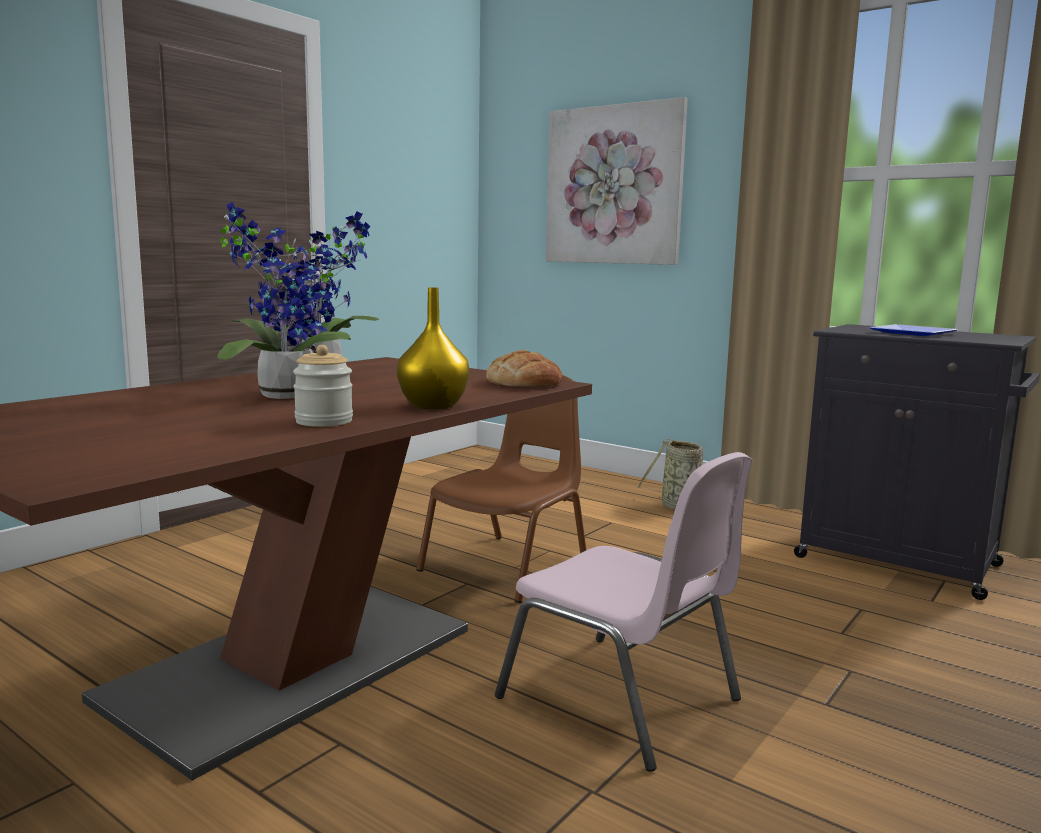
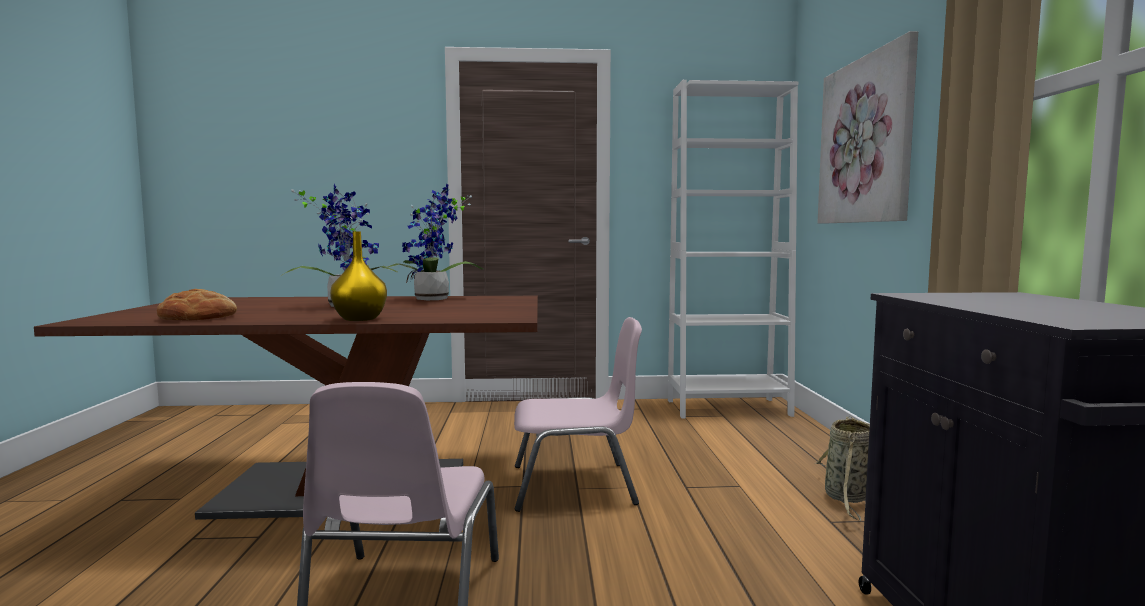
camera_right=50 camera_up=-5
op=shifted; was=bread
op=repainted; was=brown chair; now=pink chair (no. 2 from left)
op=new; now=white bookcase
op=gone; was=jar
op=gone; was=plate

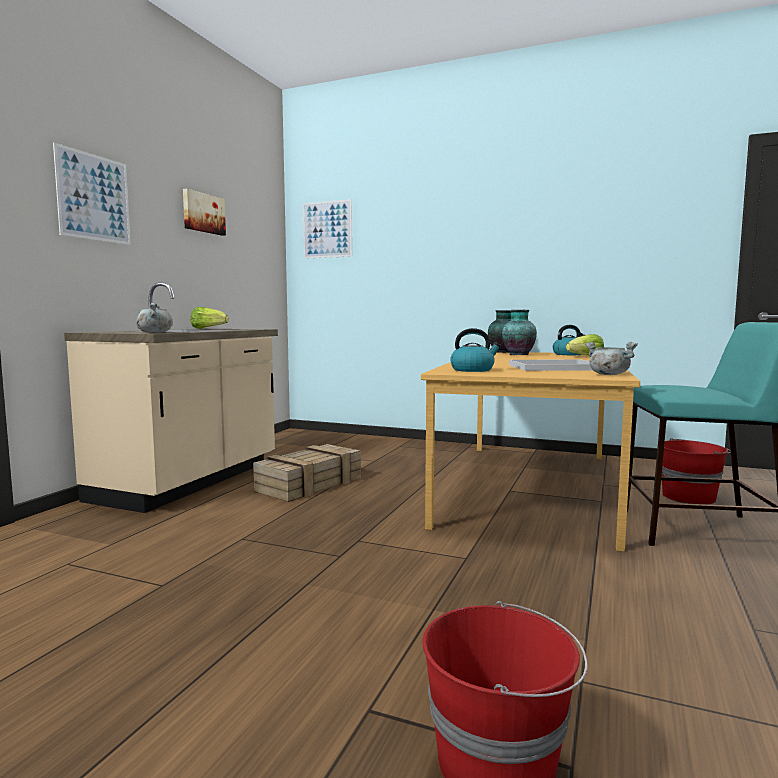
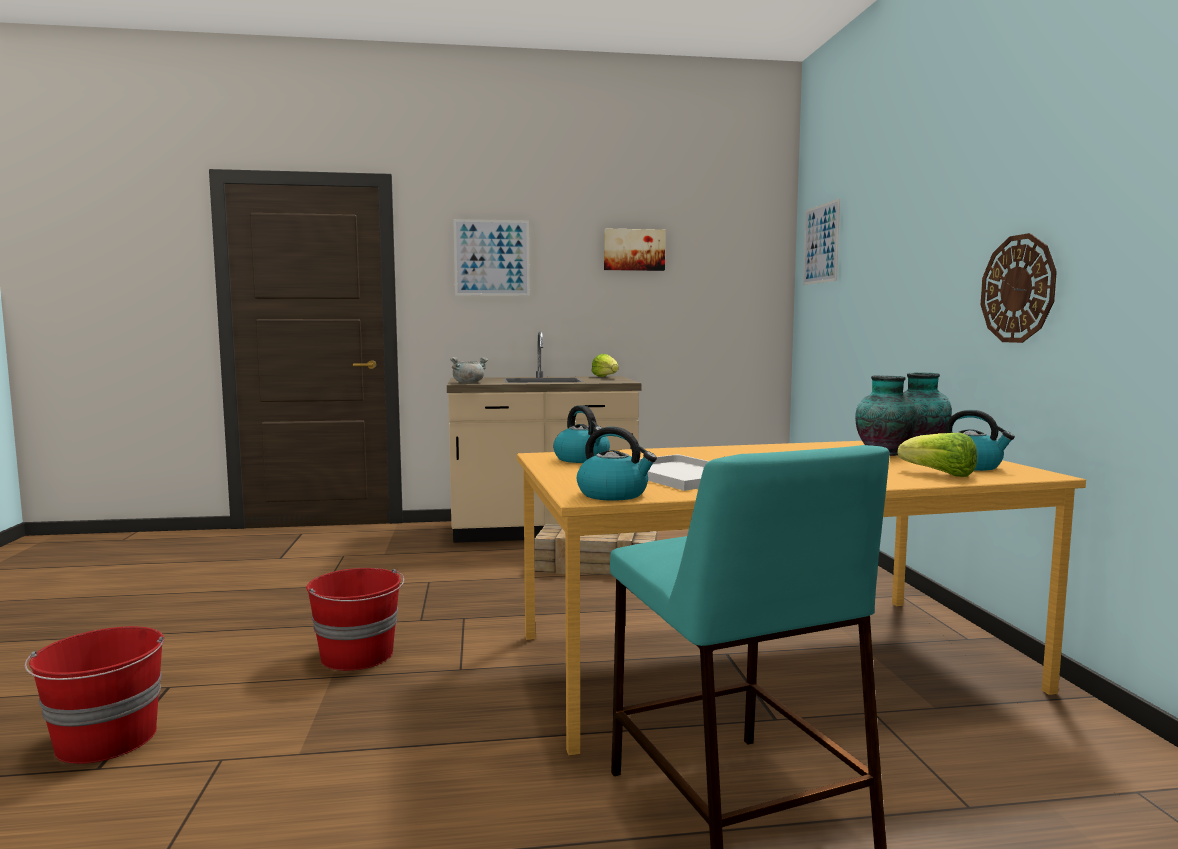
camera_right=60 camera_up=0
op=shifted; was=red bucket (no. 2 from left)
op=swapped; was=grey cooking pot (no. 2 from left); now=kettle (no. 2 from left)
op=new; now=wall clock

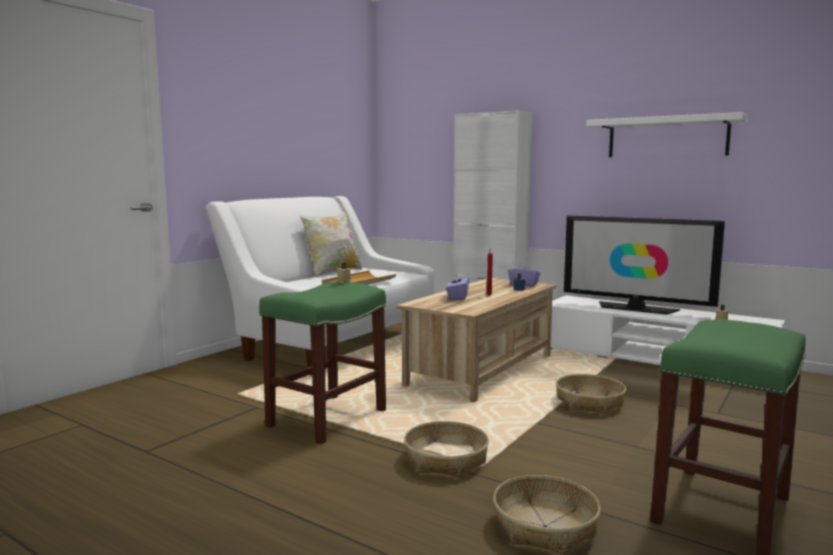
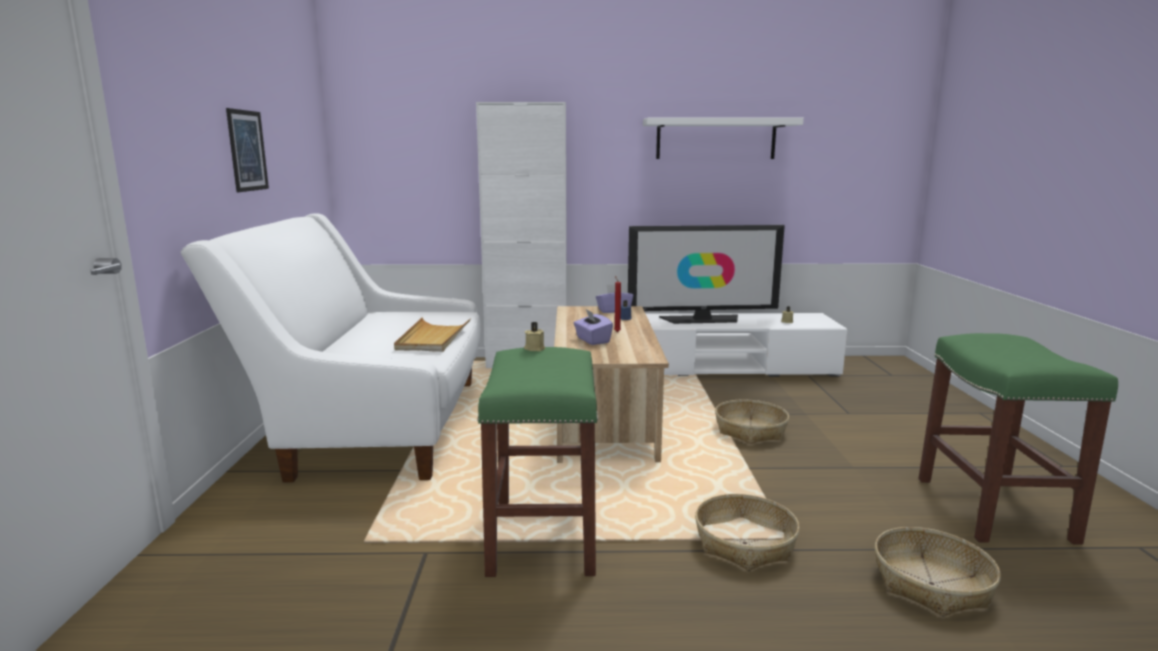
camera_right=-35 camera_up=5
op=new; now=picture
op=gone; was=pillow

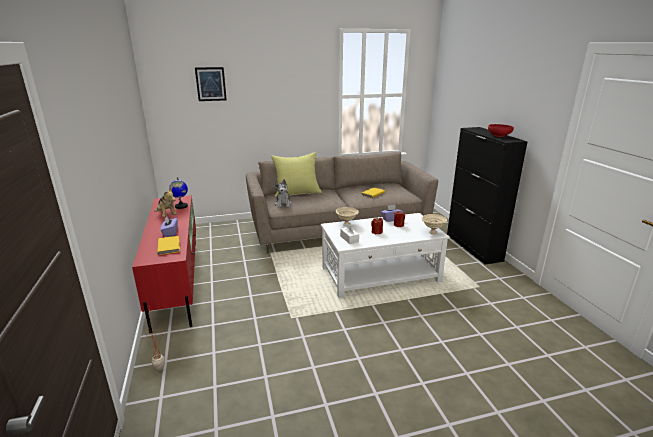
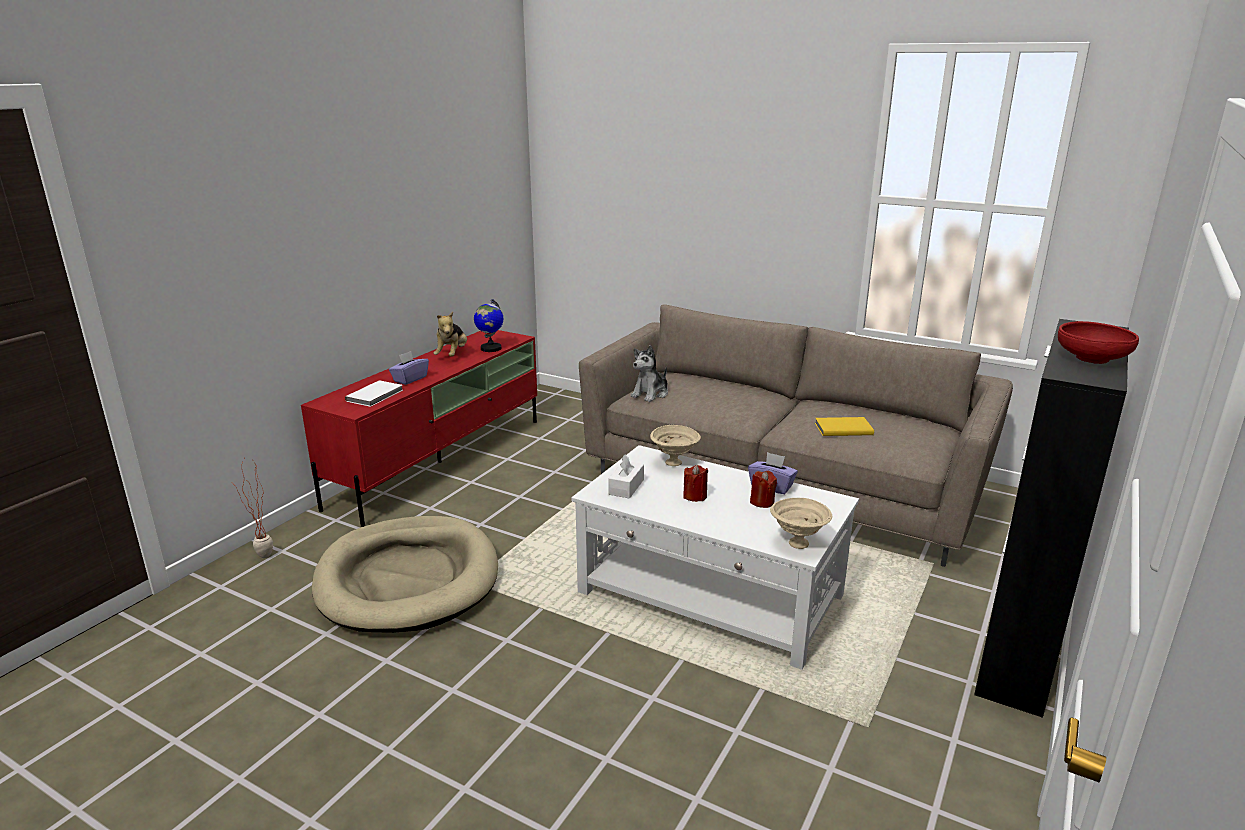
camera_right=45 camera_up=0
op=new; now=beige dog bed
op=repainted; was=yellow book (no. 1 from left); now=white book
op=gone; was=picture
op=gone; was=yellow pillow

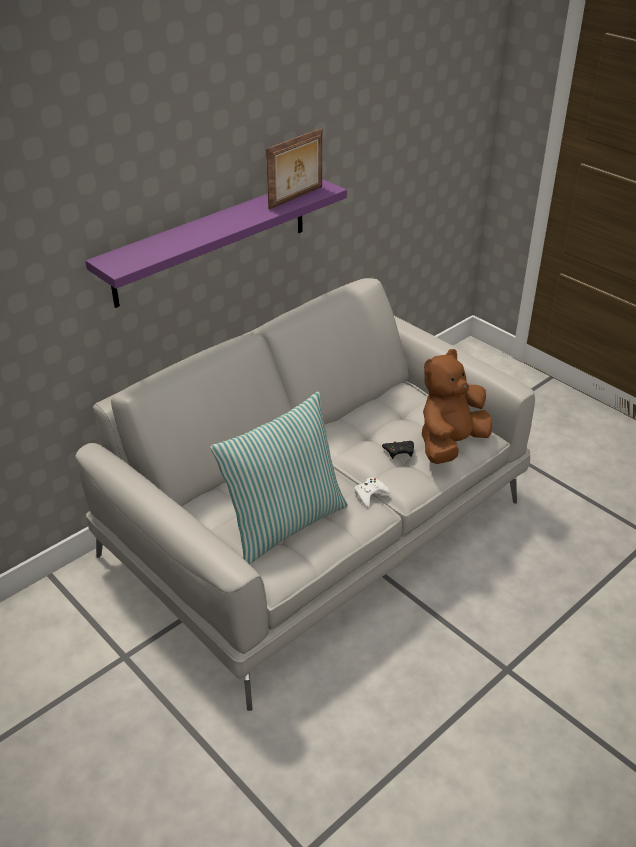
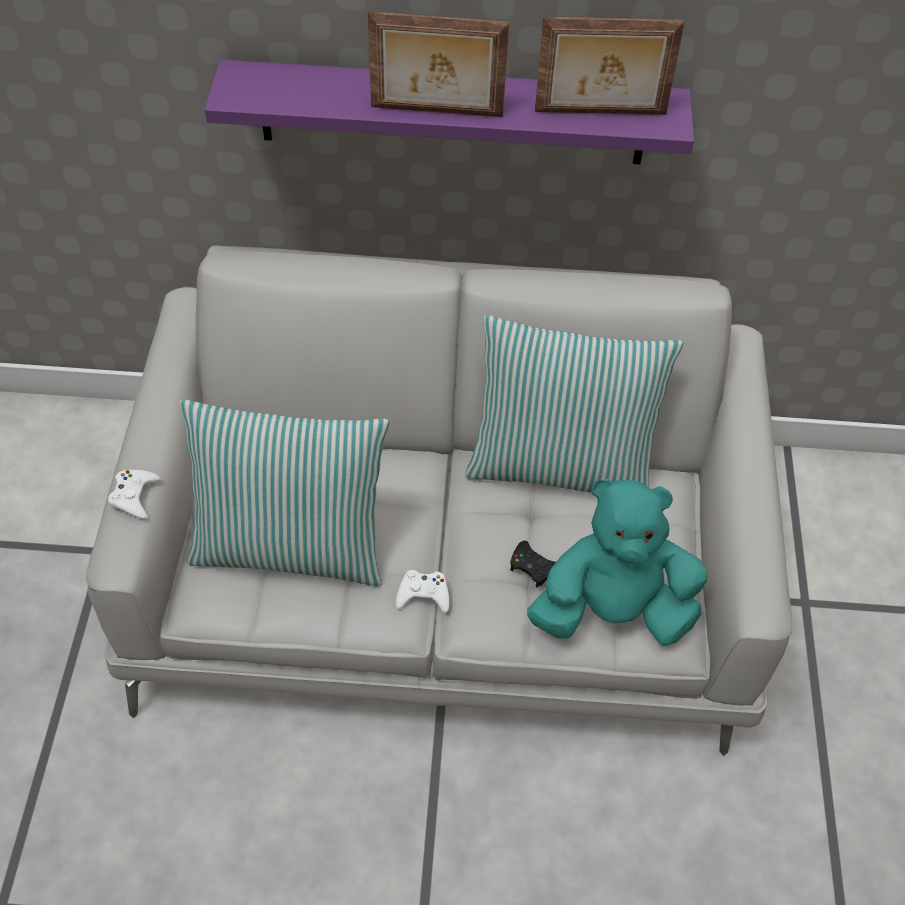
camera_right=45 camera_up=15
op=new; now=white game controller (no. 1 from left)
op=new; now=picture frame (no. 1 from left)
op=new; now=pillow (no. 2 from left)
op=repainted; was=brown plush toy; now=turquoise plush toy

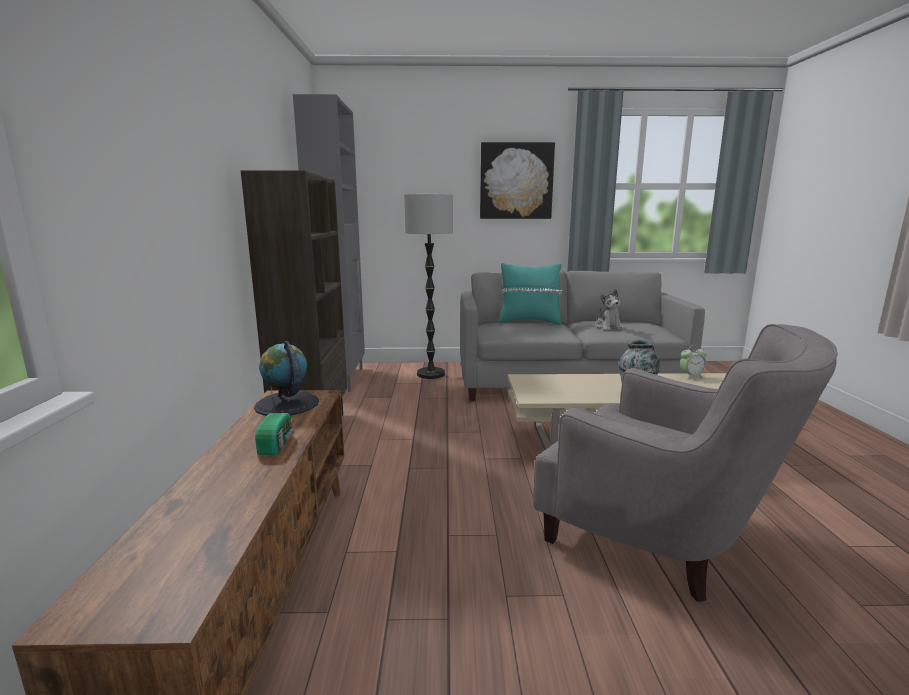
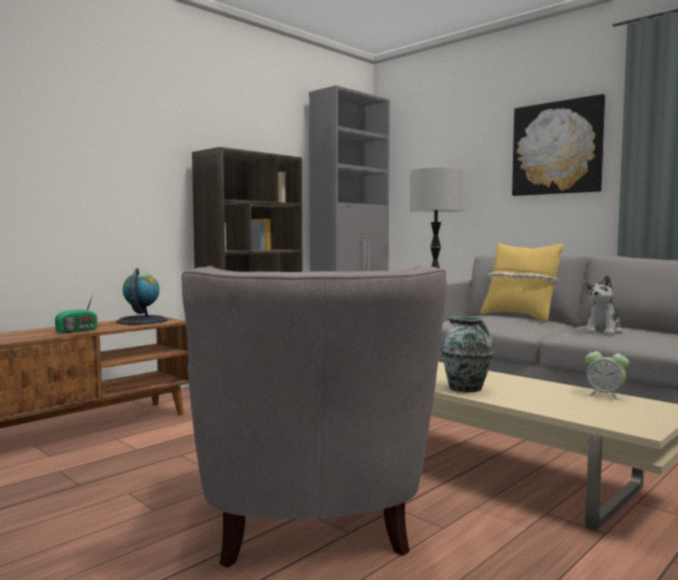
camera_right=45 camera_up=-10
op=repainted; was=turquoise pillow; now=yellow pillow

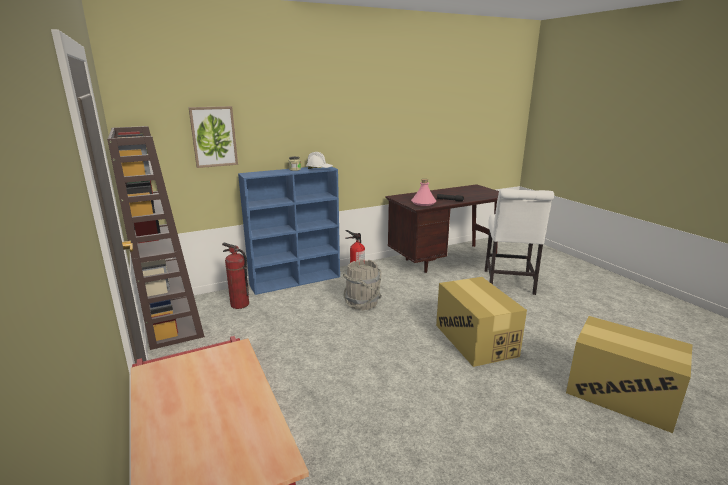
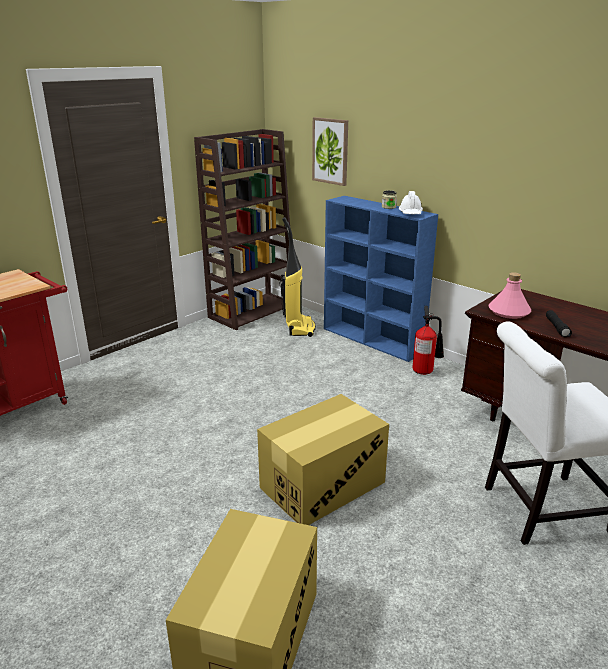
camera_right=70 camera_up=5
op=swapped; was=fire extinguisher (no. 1 from left); now=vacuum cleaner
op=gone; was=grey bucket

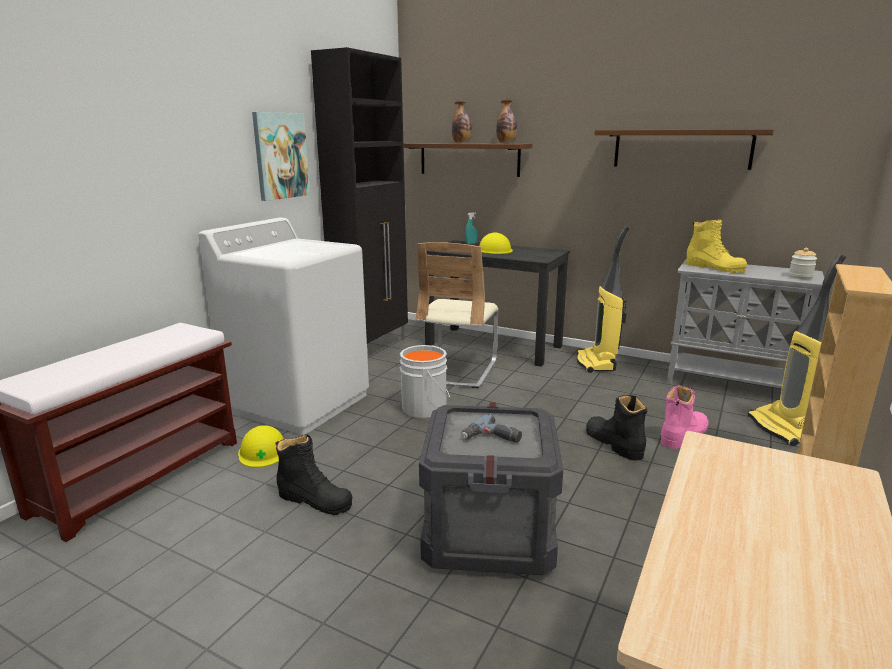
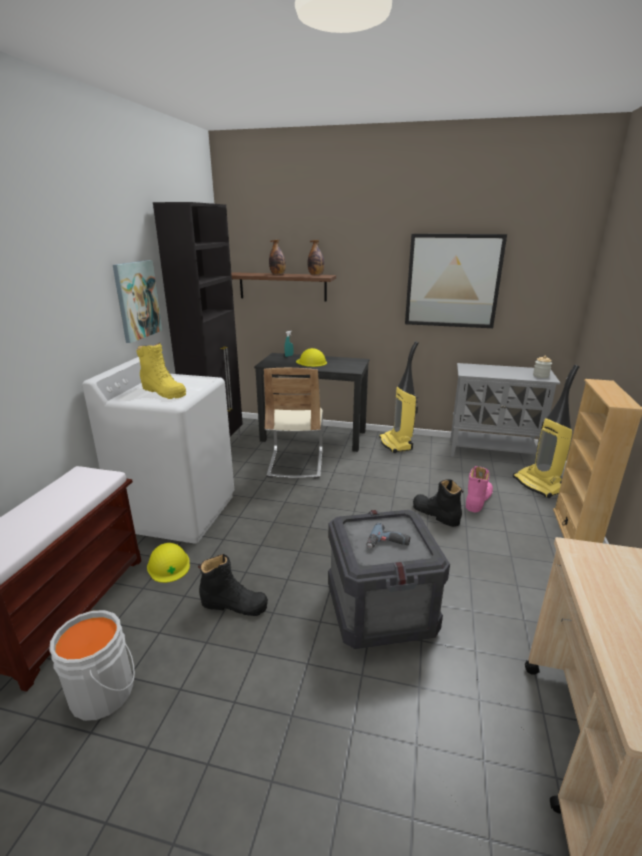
camera_right=-15 camera_up=5
op=shifted; was=grey bucket
op=shifted; was=yellow boot
op=swapped; was=brown shelf (no. 2 from left); now=picture (no. 2 from left)

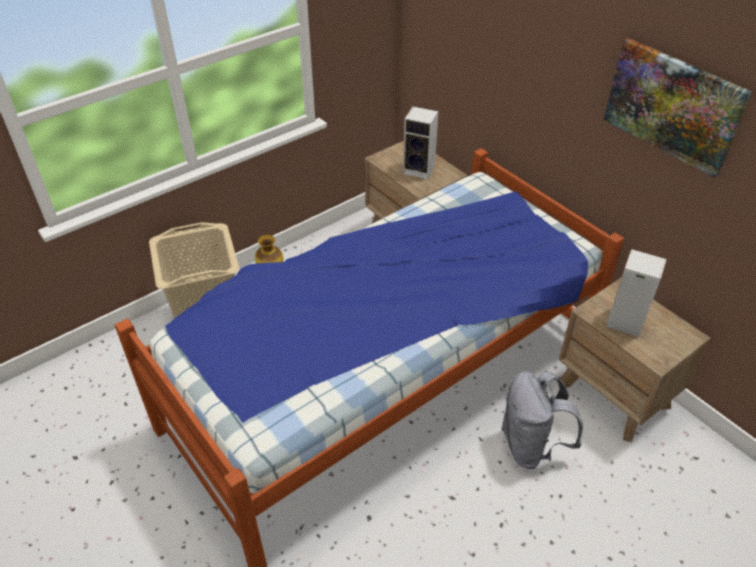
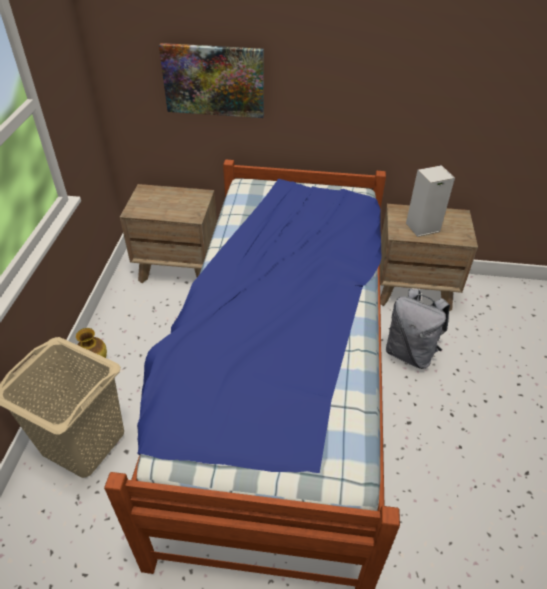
camera_right=-45 camera_up=0
op=shifted; was=picture
op=gone; was=speaker (no. 1 from left)

